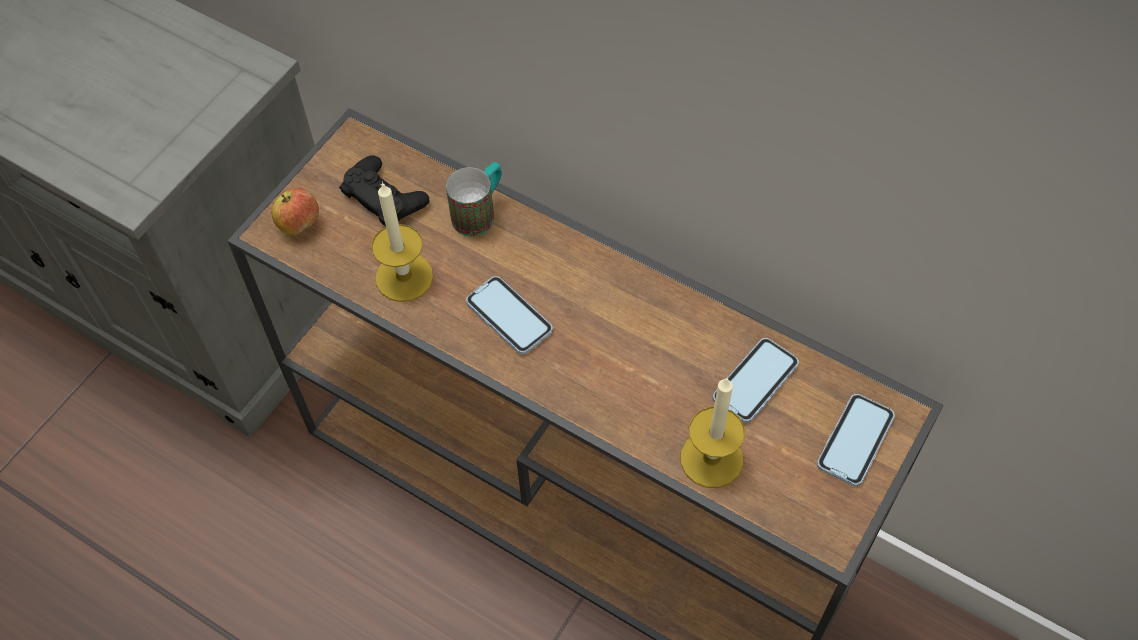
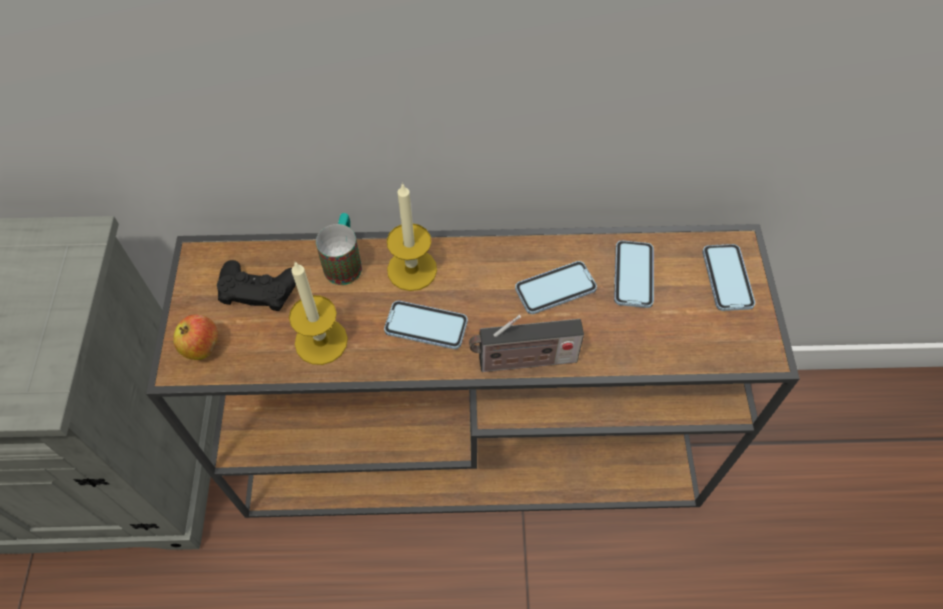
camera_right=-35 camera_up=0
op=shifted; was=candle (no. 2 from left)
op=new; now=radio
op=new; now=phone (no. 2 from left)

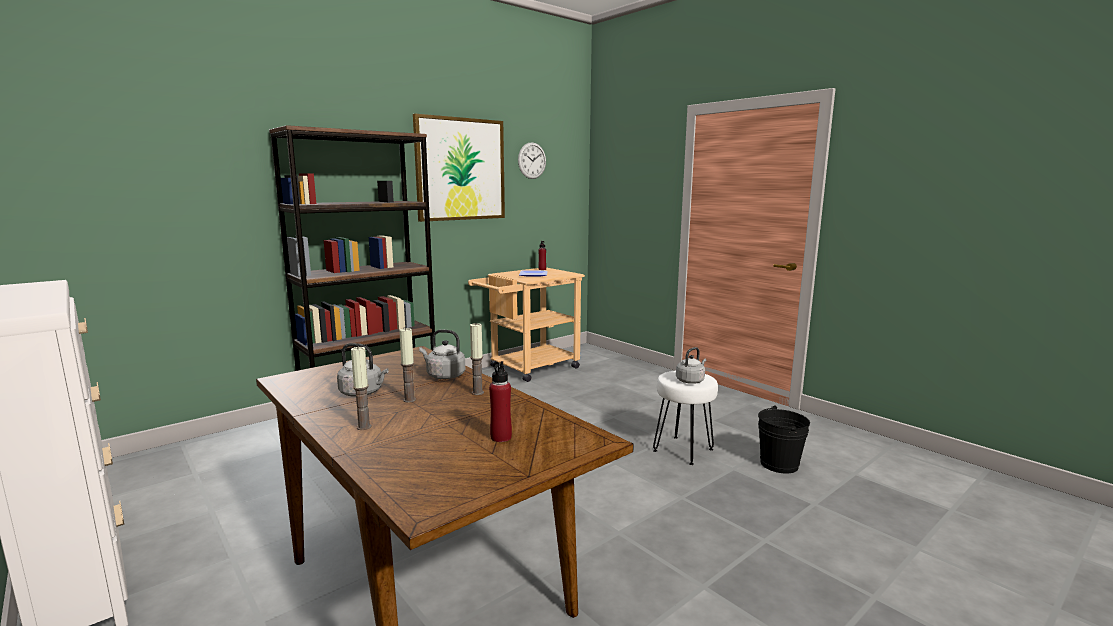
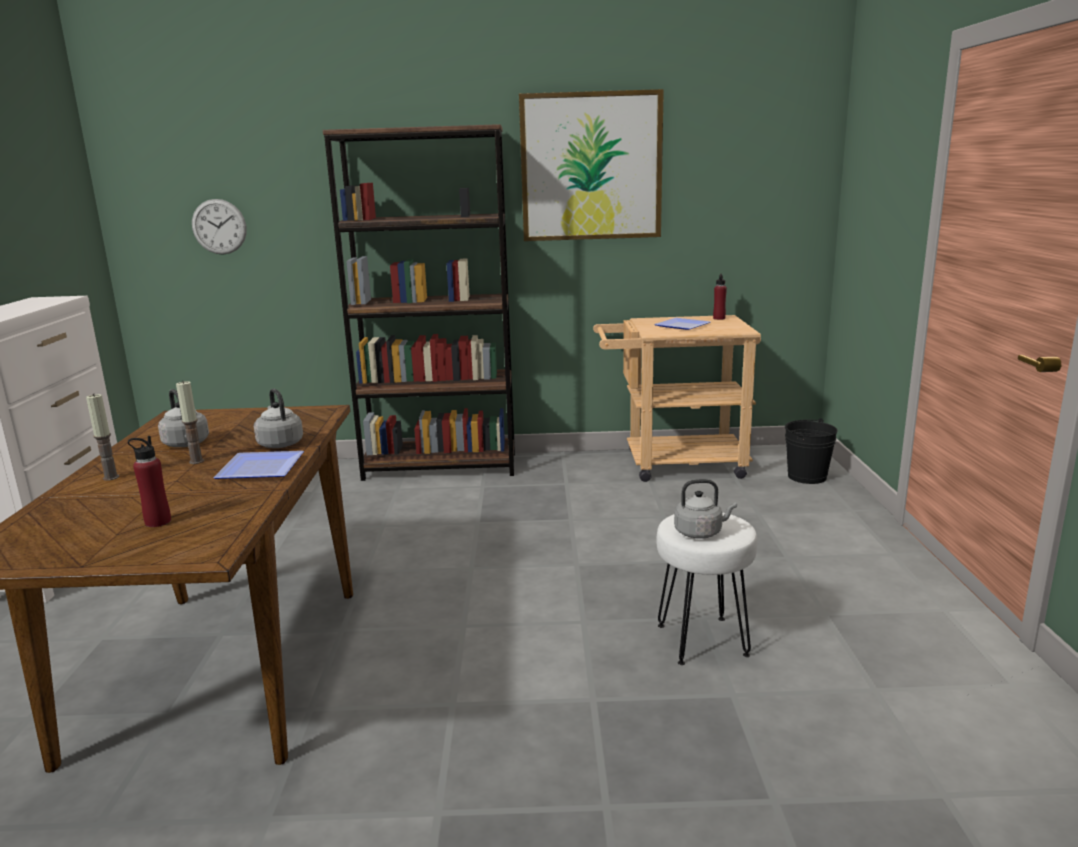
camera_right=40 camera_up=5
op=shifted; was=wall clock
op=swapped; was=candle (no. 3 from left); now=plate (no. 1 from left)
op=shifted; was=black bucket

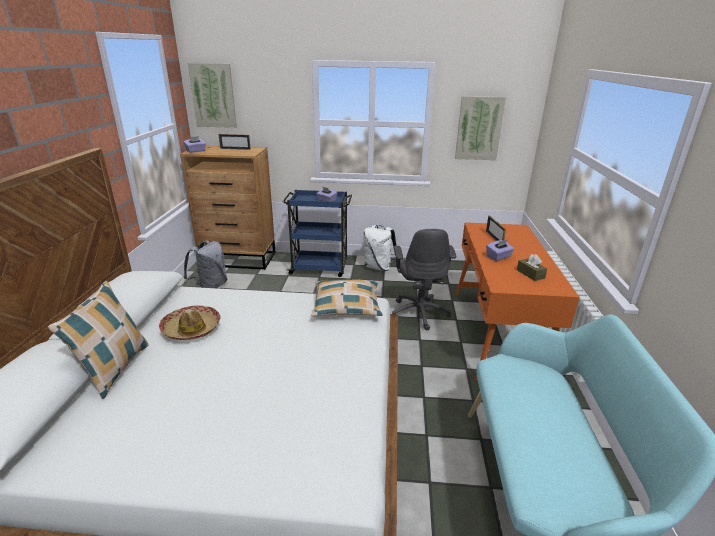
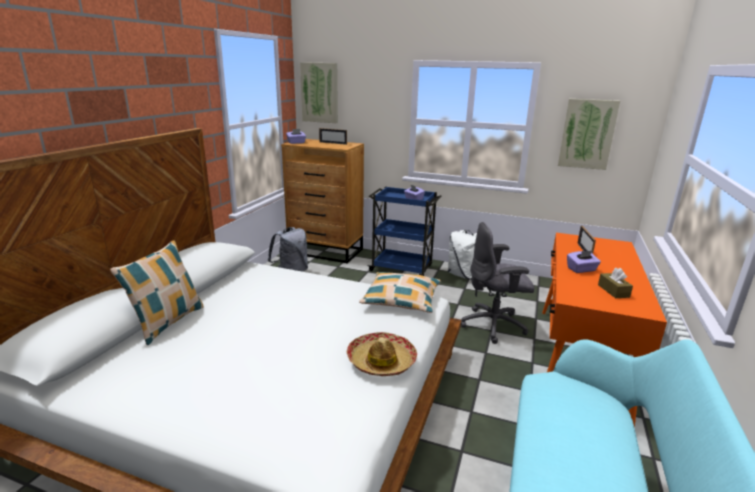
camera_right=15 camera_up=-5
op=shifted; was=hat
op=rotated; was=grey office chair; clockwise=75

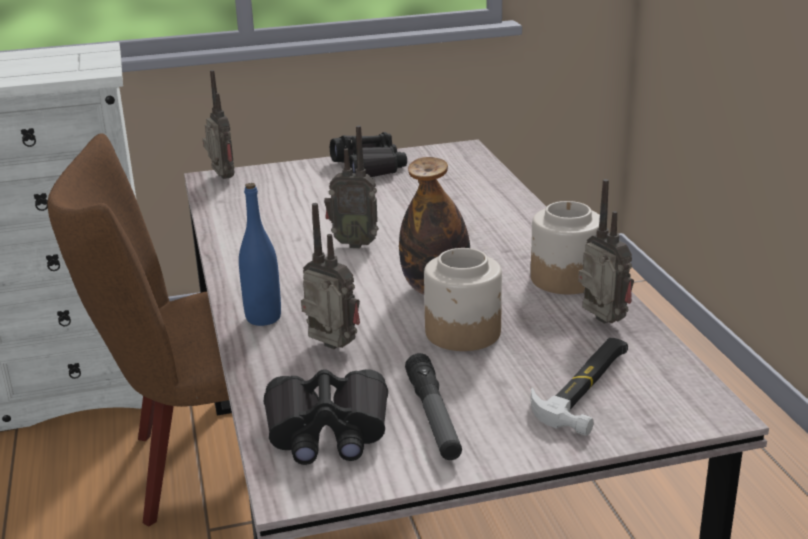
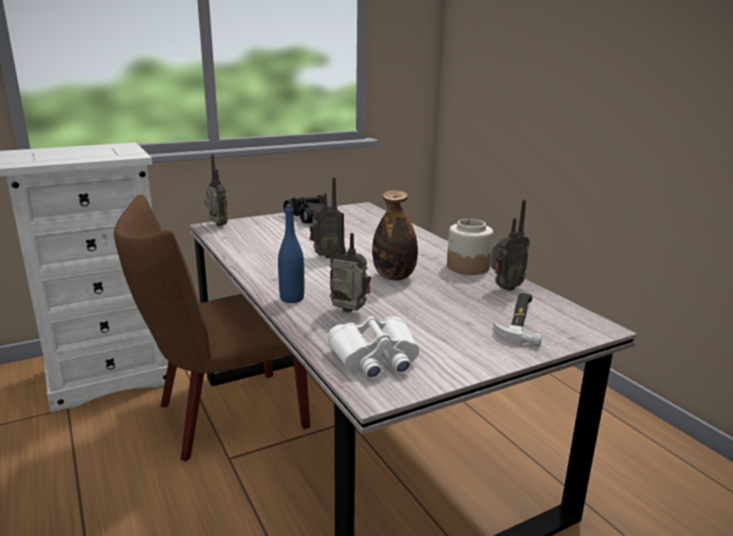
camera_right=-15 camera_up=-5
op=repainted; was=black binoculars (no. 1 from left); now=white binoculars
op=rotated; was=radio (no. 4 from left); clockwise=105
op=gone; was=flashlight
op=gone; was=jar (no. 1 from left)

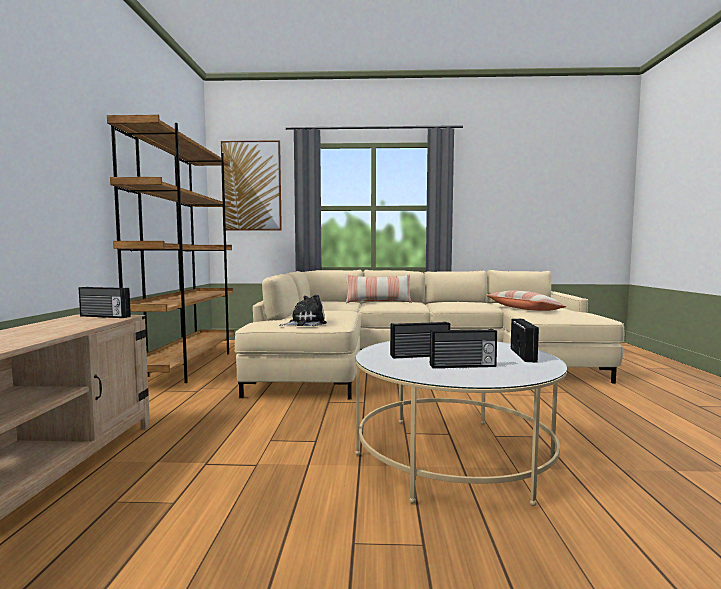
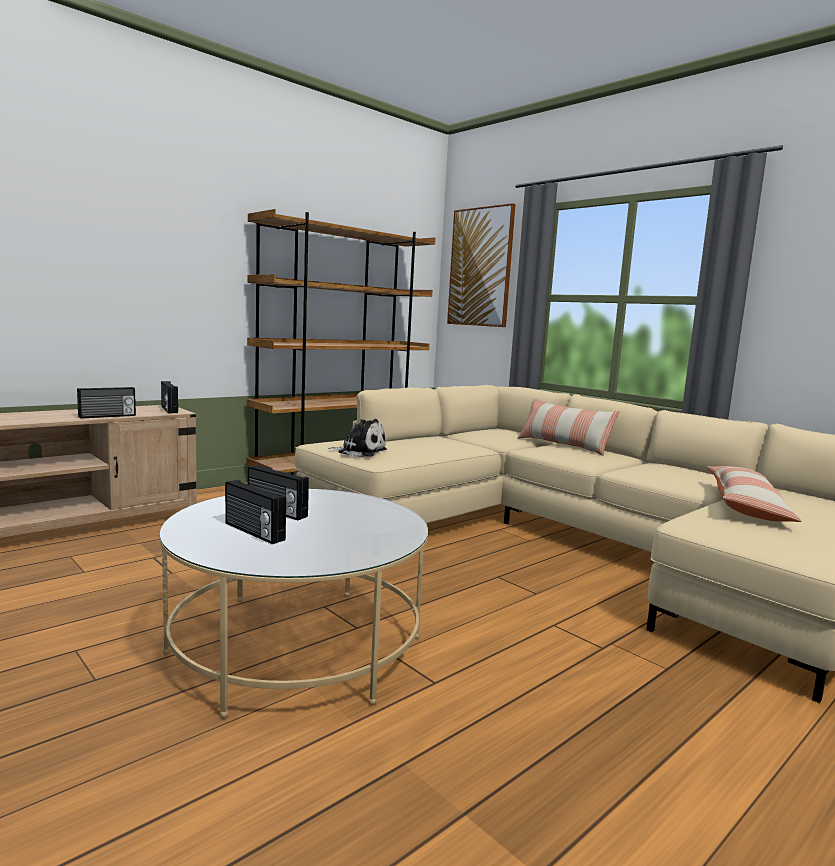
camera_right=45 camera_up=5
op=shifted; was=radio (no. 4 from left in the first image); now=radio (no. 1 from left)

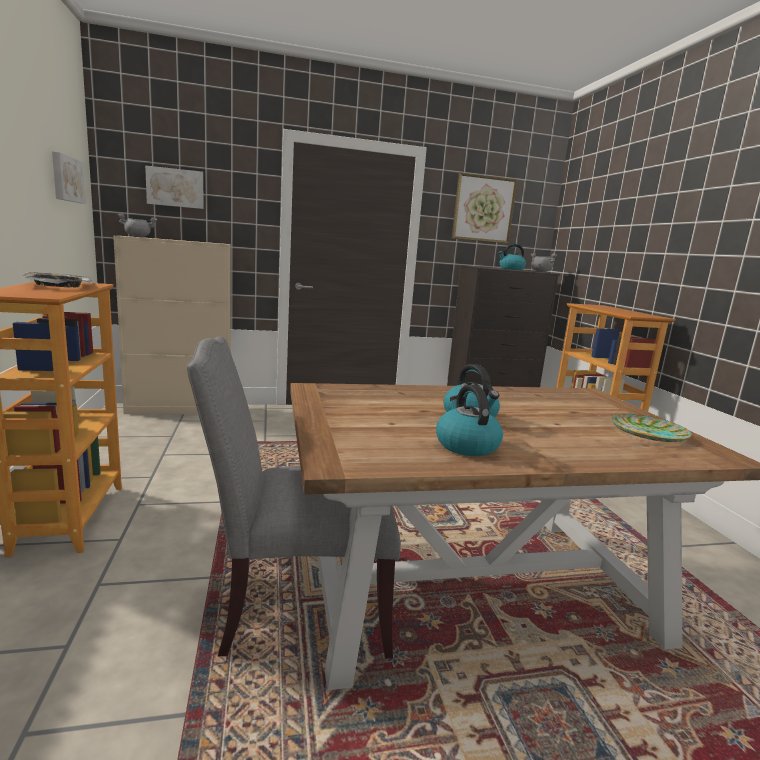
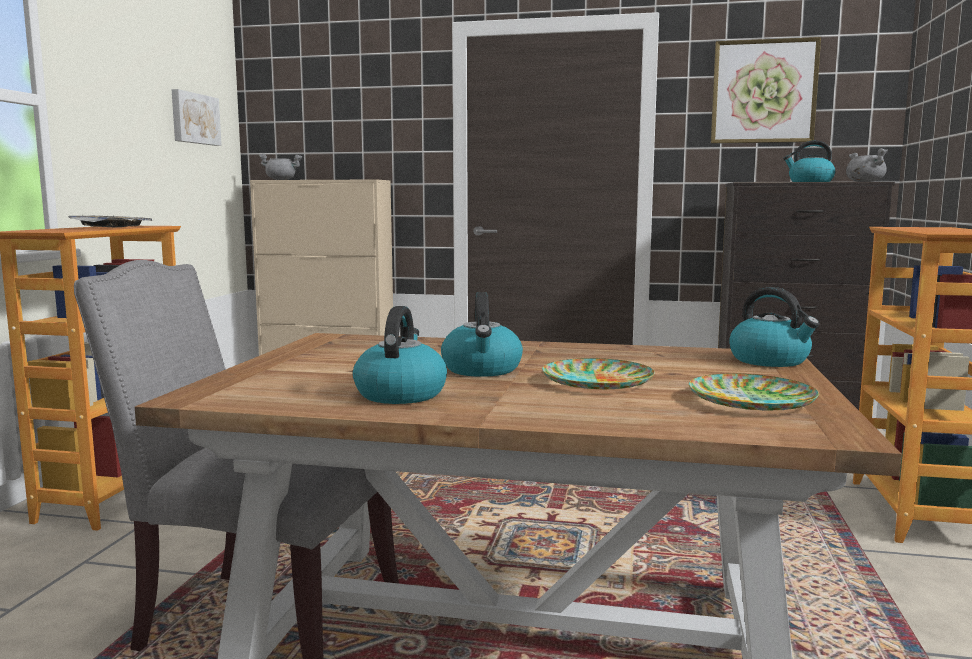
camera_right=25 camera_up=-5
op=new; now=plate (no. 1 from left)
op=new; now=kettle (no. 3 from left)
op=gone; was=picture (no. 2 from left)

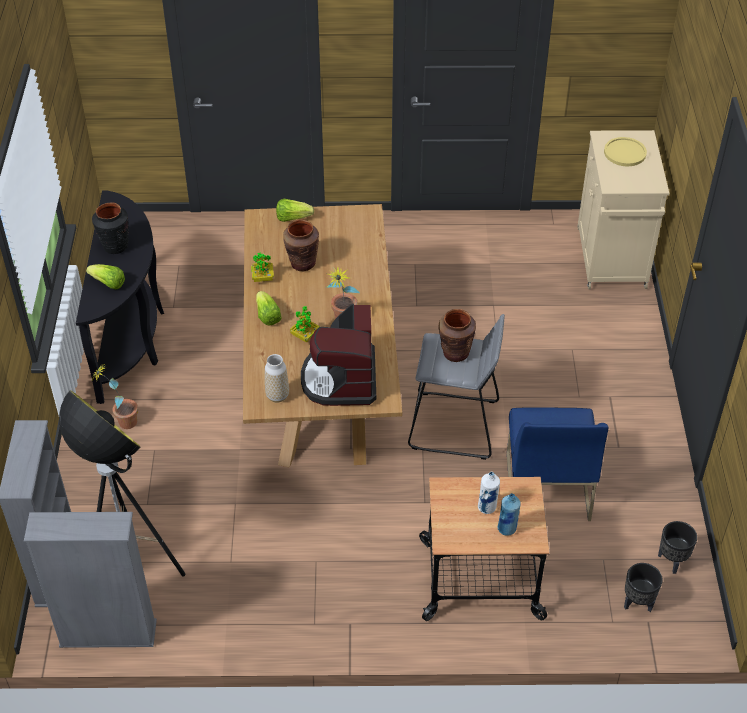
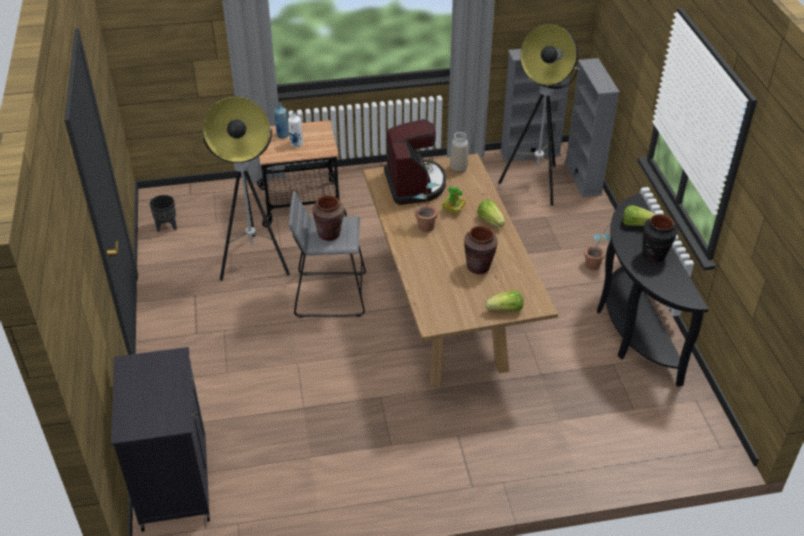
camera_right=170 camera_up=-5
op=repainted; was=beige cabinet; now=black cabinet
op=swapped; was=blue chair; now=floor lamp (no. 1 from left)
op=gone; was=potted plant (no. 2 from left)
op=gone; was=yellow plate
op=gone; was=black planter (no. 1 from left)

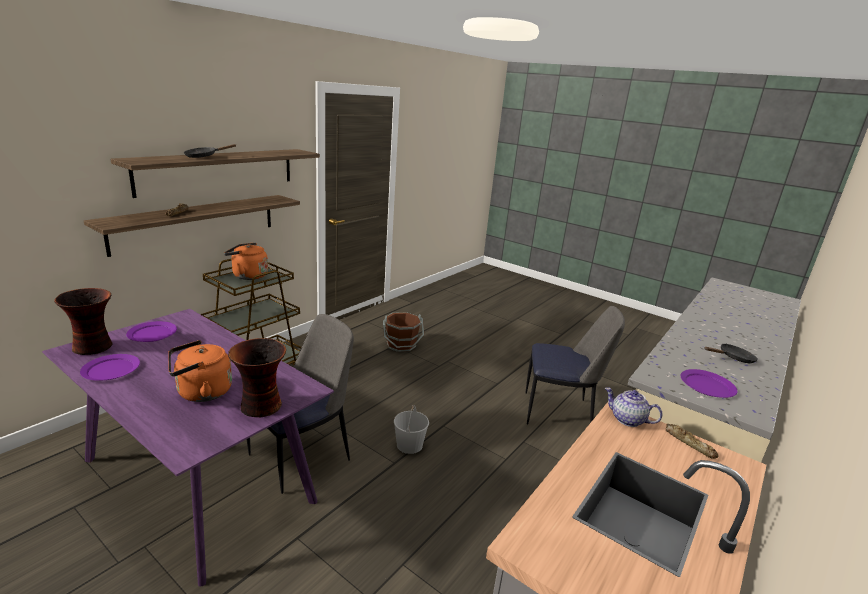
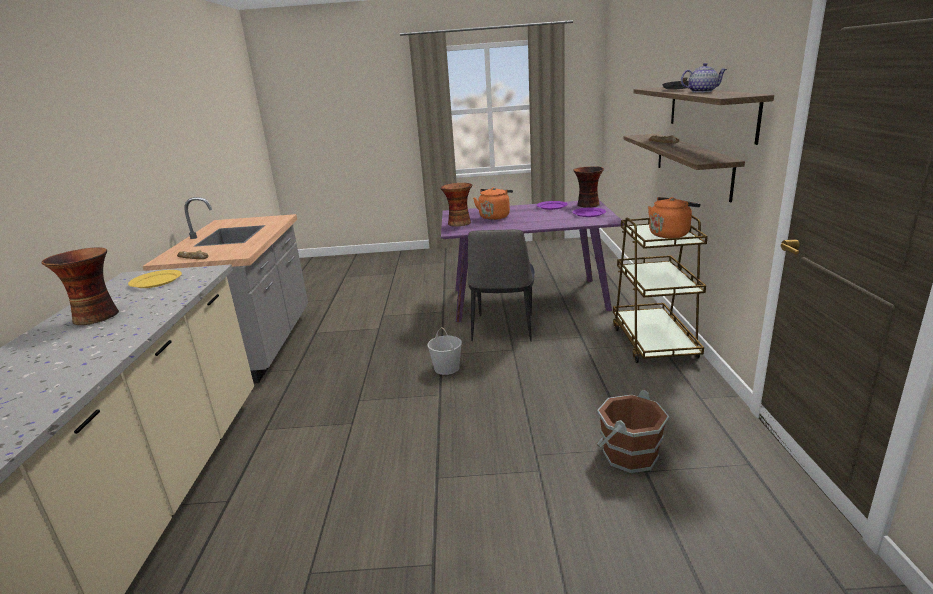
camera_right=145 camera_up=0
op=swapped; was=black frying pan (no. 2 from left); now=vase (no. 1 from left)
op=repainted; was=purple plate (no. 3 from left); now=yellow plate
op=shifted; was=teapot
op=gone; was=chair (no. 2 from left)

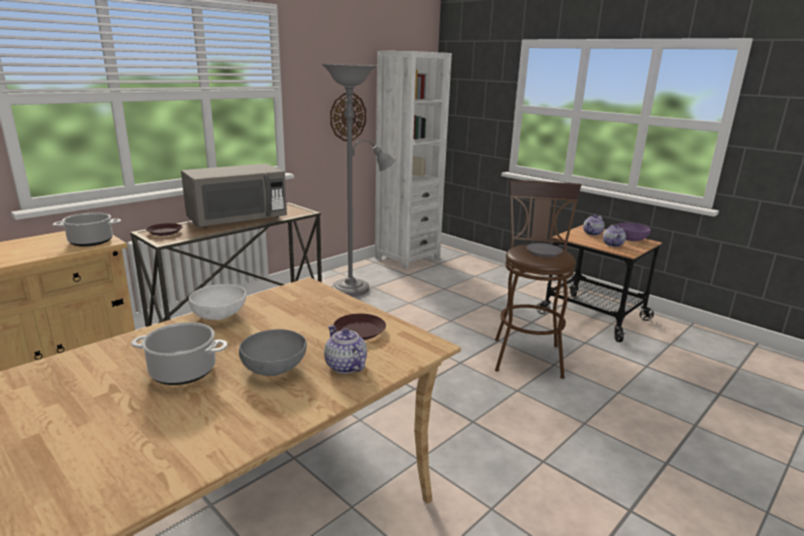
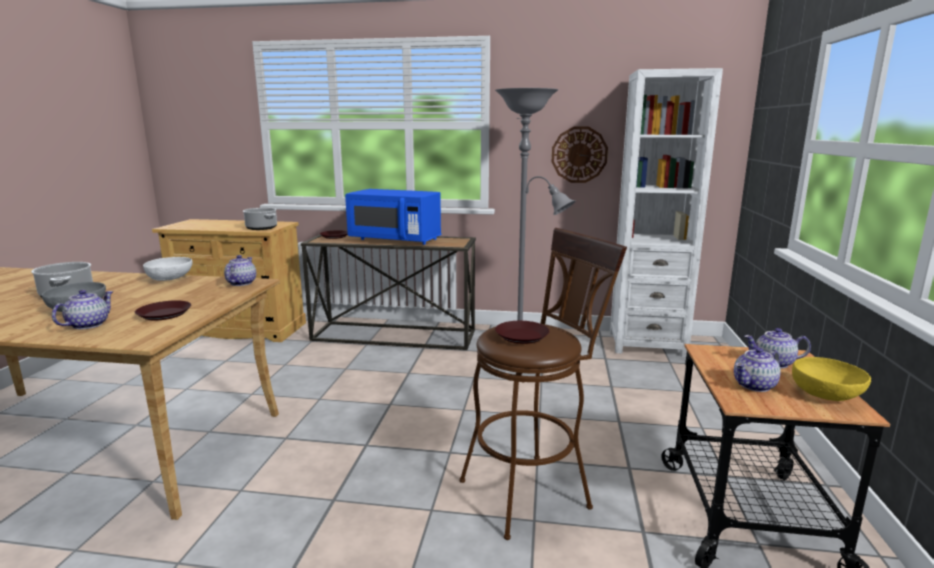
camera_right=55 camera_up=-5
op=new; now=teapot (no. 2 from left)
op=repainted; was=grey microwave; now=blue microwave
op=repainted; was=grey plate; now=brown plate (no. 3 from left)
op=repainted; was=purple bowl; now=yellow bowl

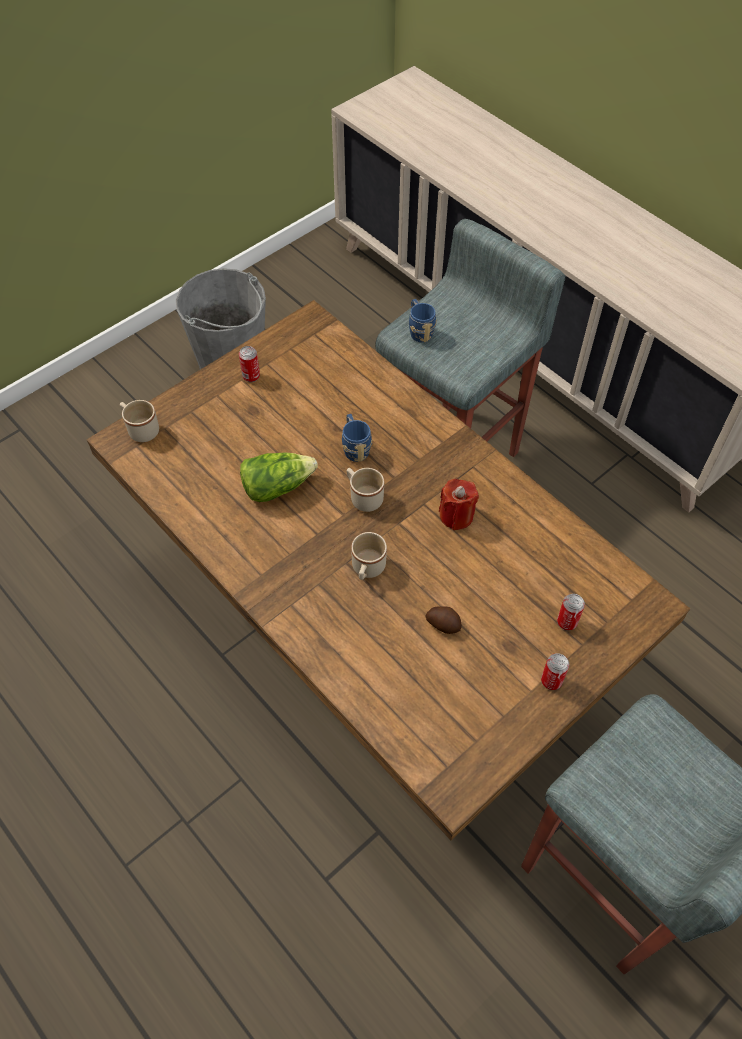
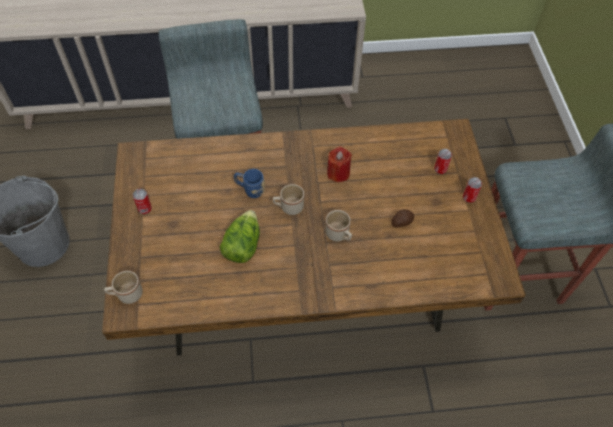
camera_right=-55 camera_up=0
op=gone; was=blue mug (no. 2 from left)

